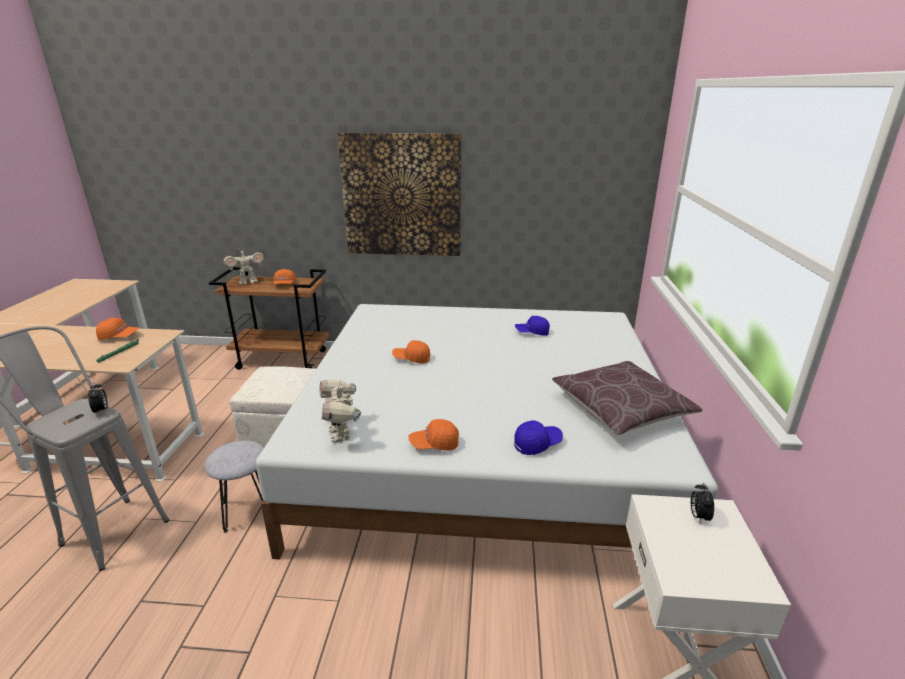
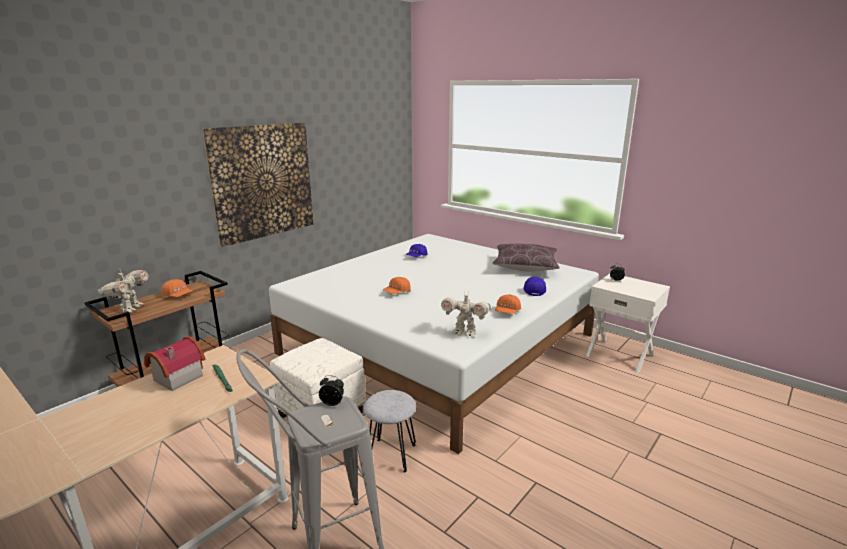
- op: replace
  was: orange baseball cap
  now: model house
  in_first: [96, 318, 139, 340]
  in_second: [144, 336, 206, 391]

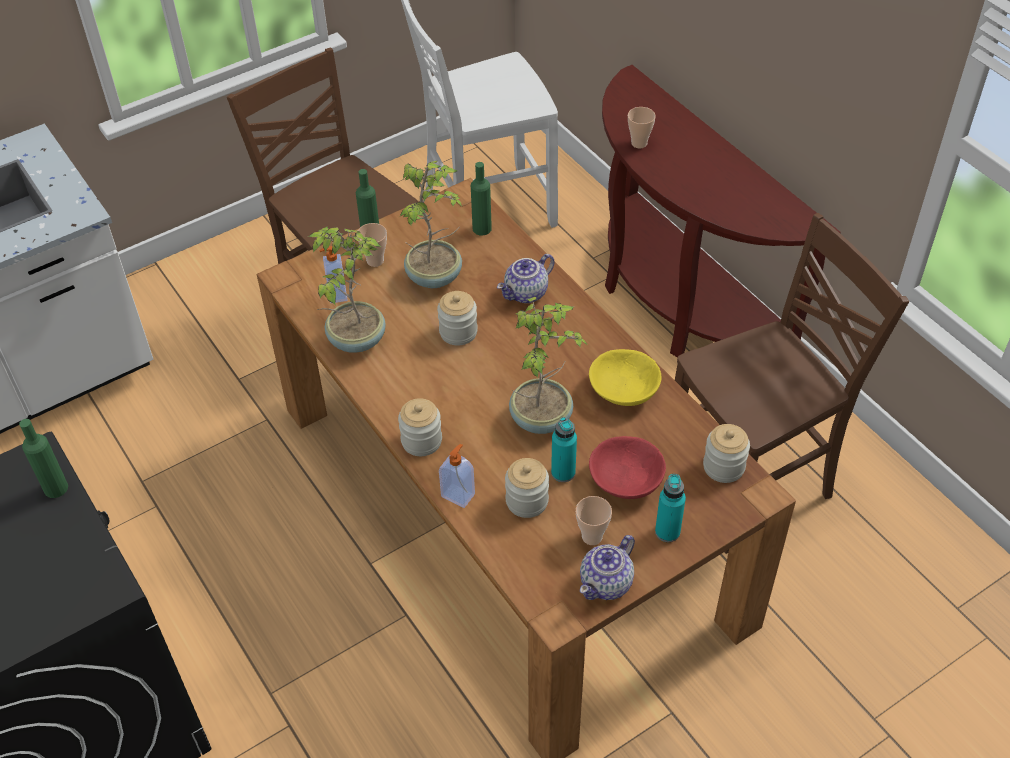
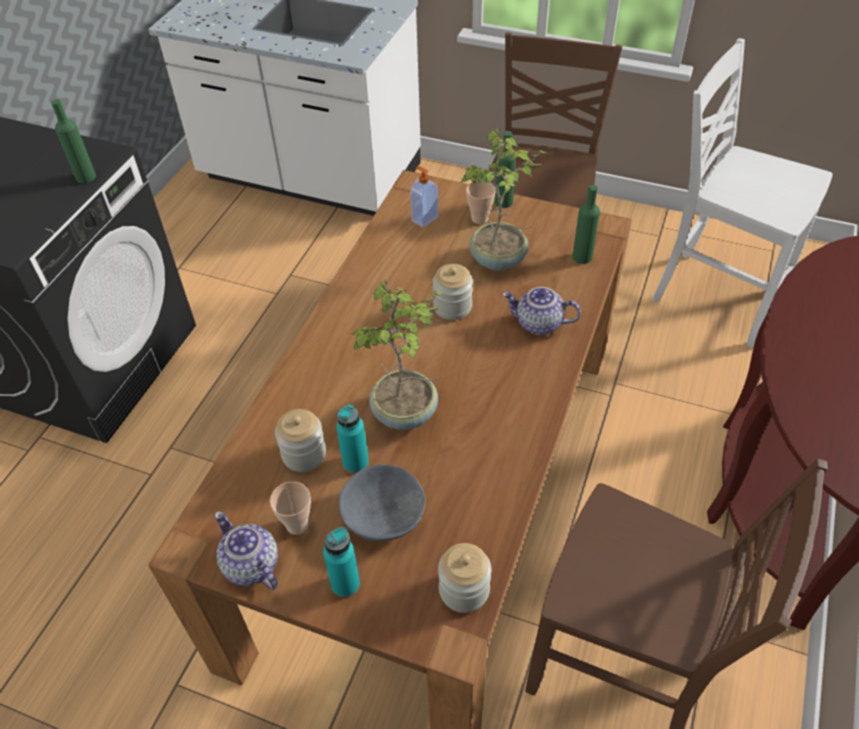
- op: rotate
  was: pot for tea
  in_first: [580, 535, 635, 600]
  in_second: [215, 511, 278, 590]
  clockwise: 45
- op: recolor
  was: red-coloured deep dish
  now: grey deep dish
  in_first: [589, 436, 666, 499]
  in_second: [339, 464, 426, 542]
- op: delete
  was: houseplant
  in_first: [308, 226, 386, 353]
- op: delete
  was: storage jar
  in_first: [398, 398, 442, 456]
- op: delete
  was: liquid soap bottle
  in_first: [439, 444, 475, 508]
- op: delete
  was: yellow deep dish
  in_first: [589, 349, 662, 406]
- op: delete
  was: small cup
  in_first: [628, 107, 656, 148]

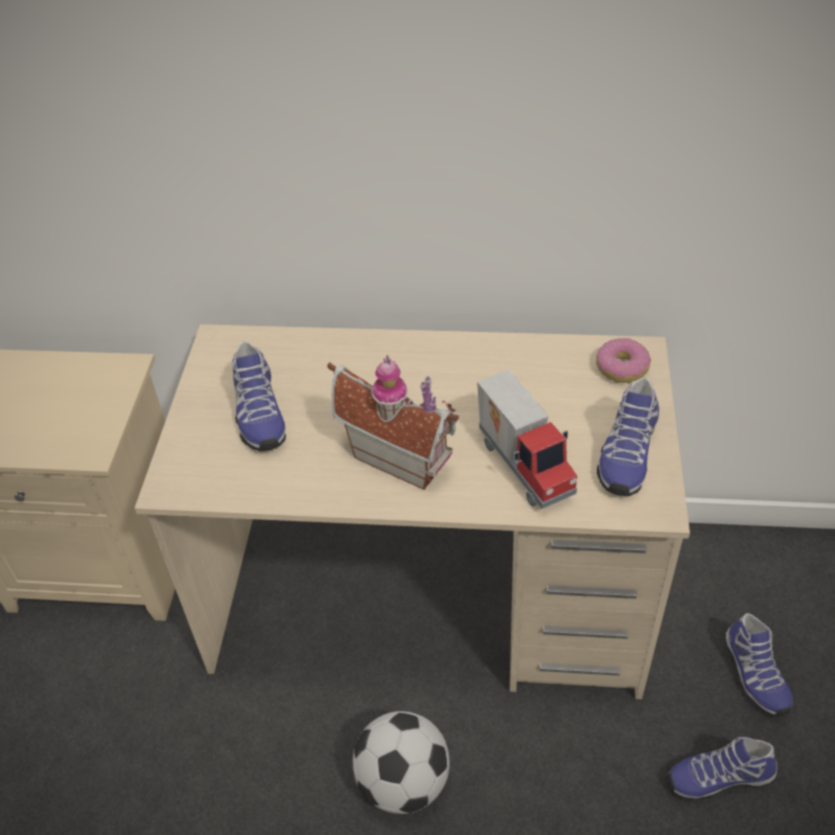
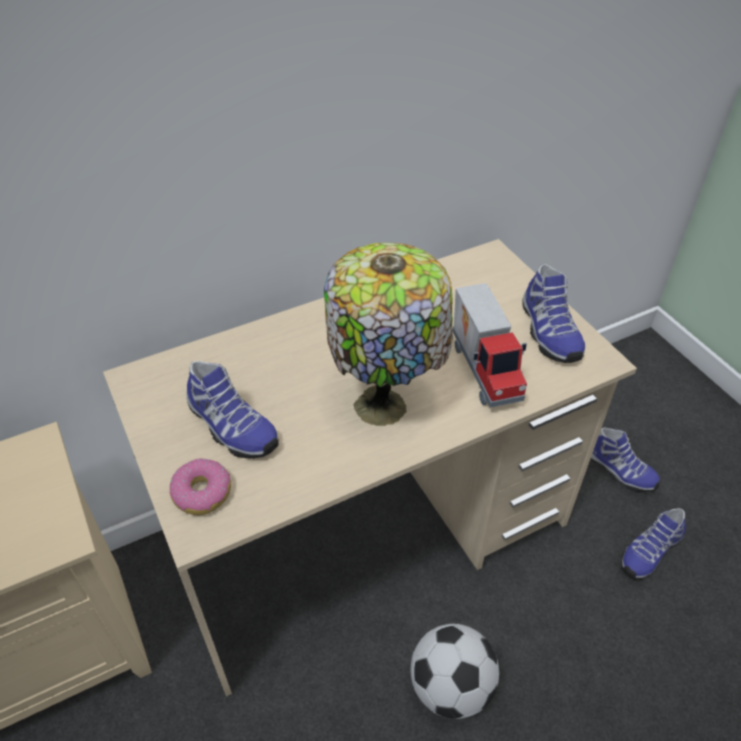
- op: move
  was: doughnut
  in_first: [596, 338, 651, 383]
  in_second: [170, 458, 231, 515]
- op: replace
  was: model house
  now: lamp for a table
  in_first: [327, 355, 459, 490]
  in_second: [324, 243, 453, 426]
- op: rotate
  was: toy lorry
  in_first: [477, 369, 577, 509]
  in_second: [453, 283, 527, 408]
  clockwise: 45

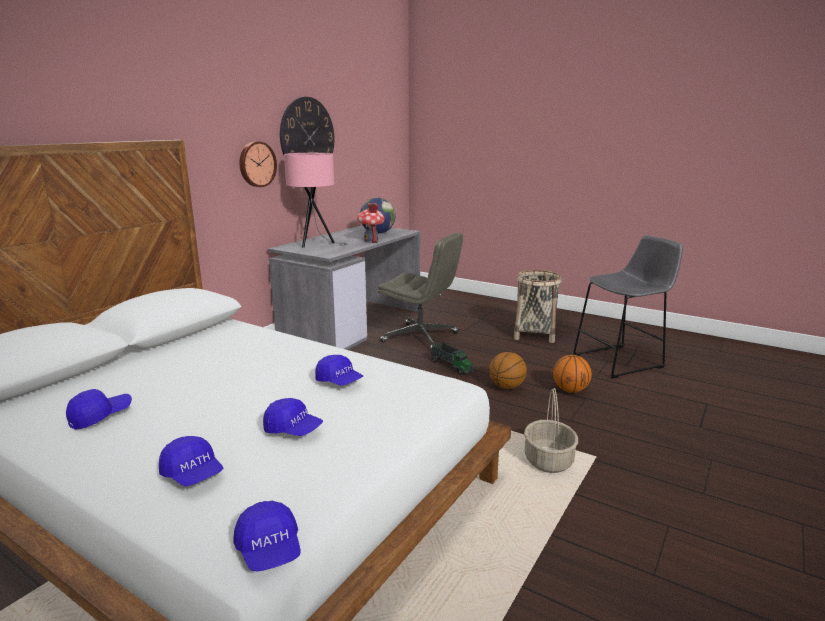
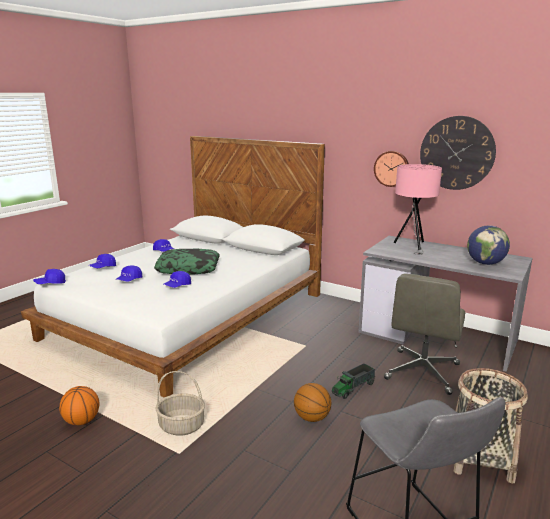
- op: move
  was: ball for basketball
  in_first: [553, 355, 592, 393]
  in_second: [59, 386, 100, 425]
- op: insert
  now: cushion
  in_second: [154, 249, 220, 274]
- op: delete
  was: model house
  in_first: [357, 203, 385, 243]

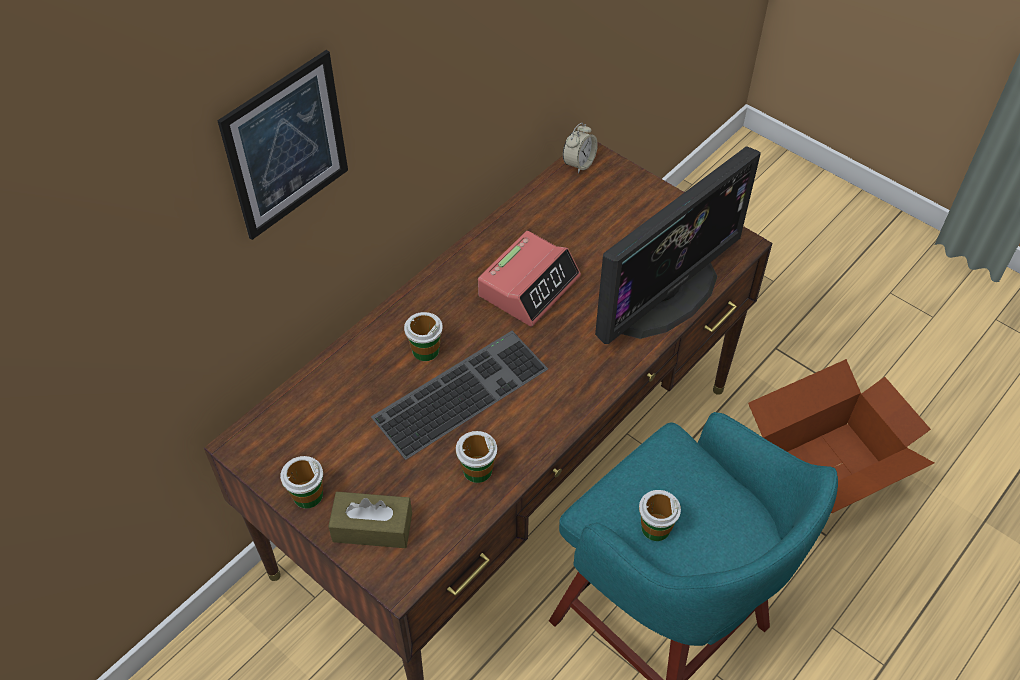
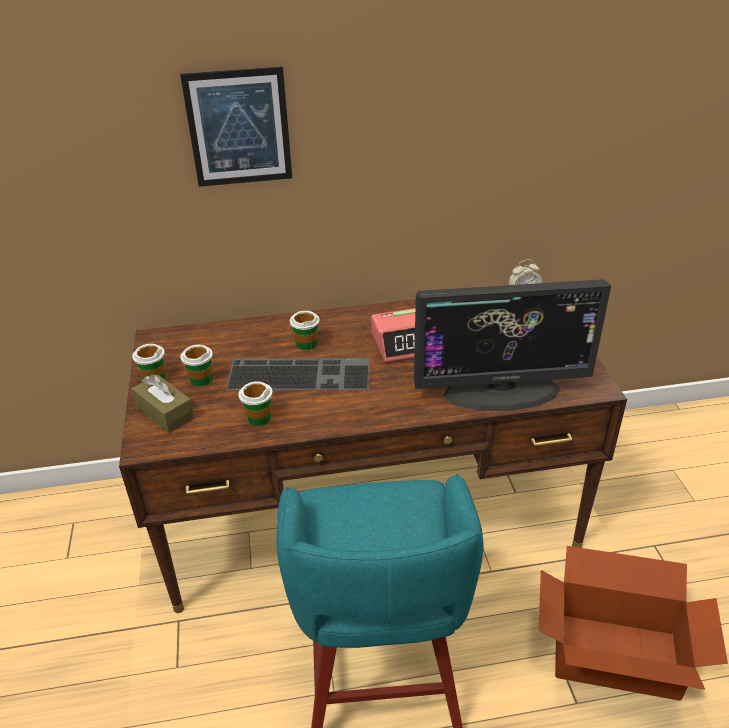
- op: move
  was: small cup
  in_first: [639, 490, 681, 541]
  in_second: [181, 345, 213, 387]

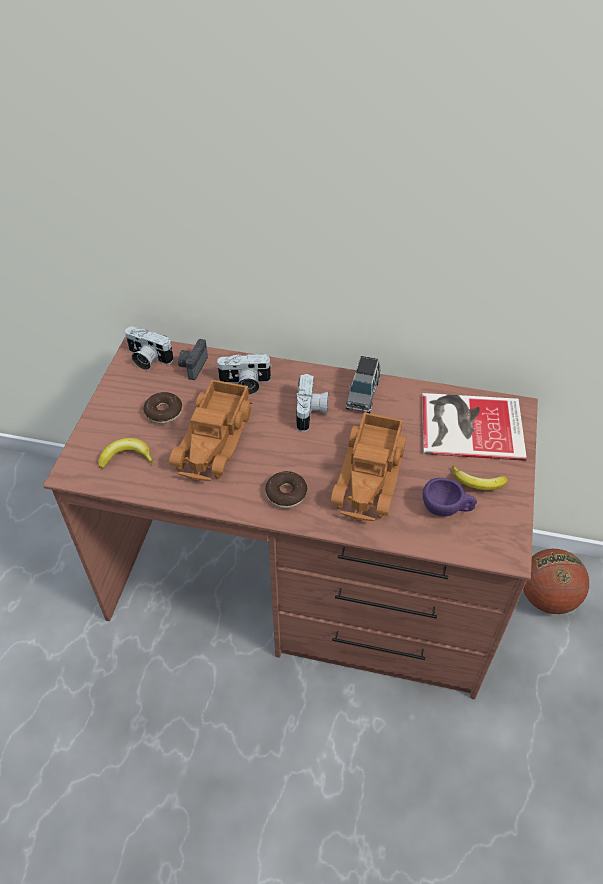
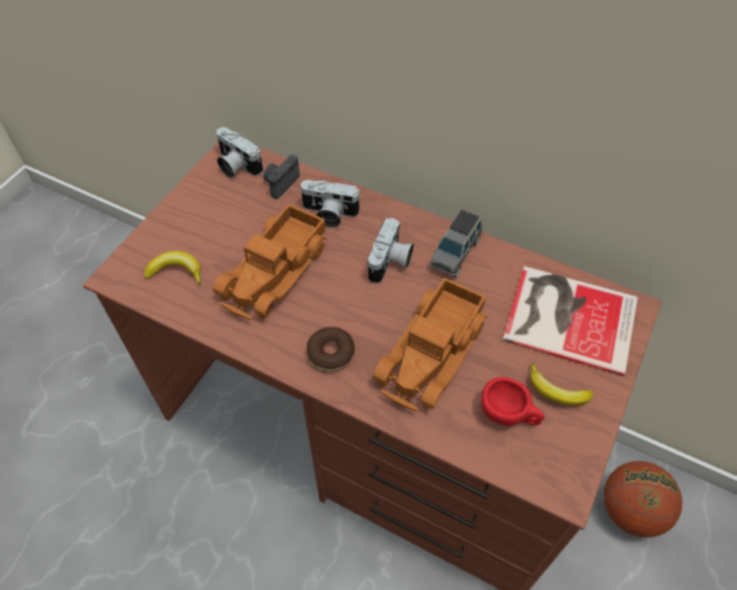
- op: recolor
  was: purple small cup
  now: red-coloured small cup
  in_first: [423, 478, 477, 516]
  in_second: [481, 377, 544, 426]
- op: delete
  was: doughnut
  in_first: [143, 392, 183, 424]

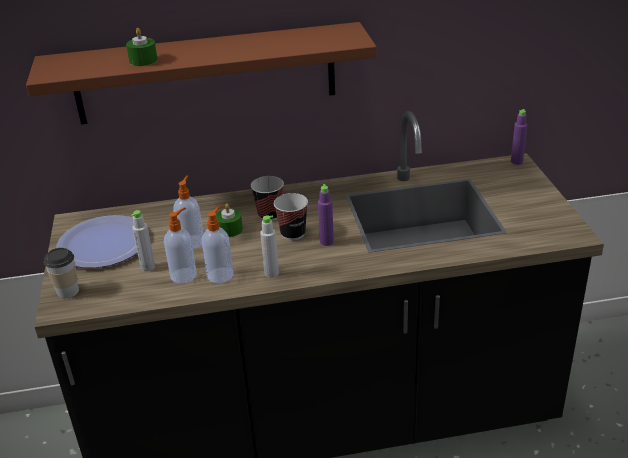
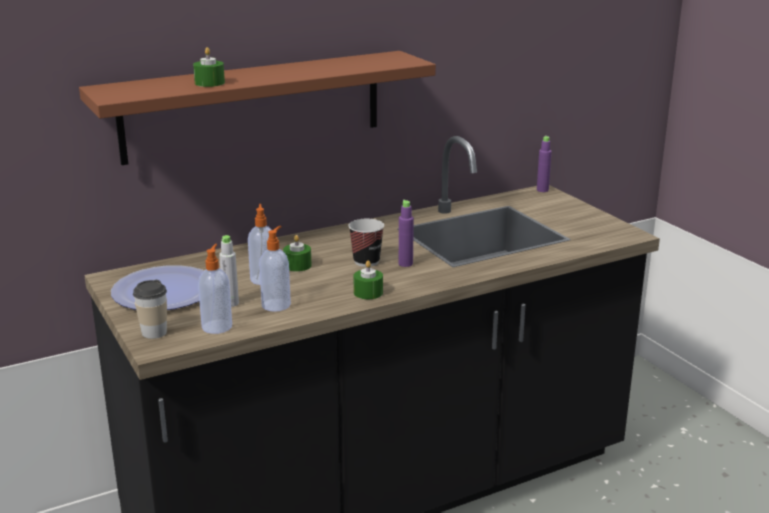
- op: move
  was: liquid soap bottle
  in_first: [202, 206, 234, 283]
  in_second: [198, 244, 232, 334]
- op: replace
  was: grey drink bottle
  now: greenish candle
  in_first: [260, 215, 279, 278]
  in_second: [354, 260, 383, 299]
- op: delete
  was: small cup
  in_first: [251, 176, 284, 221]

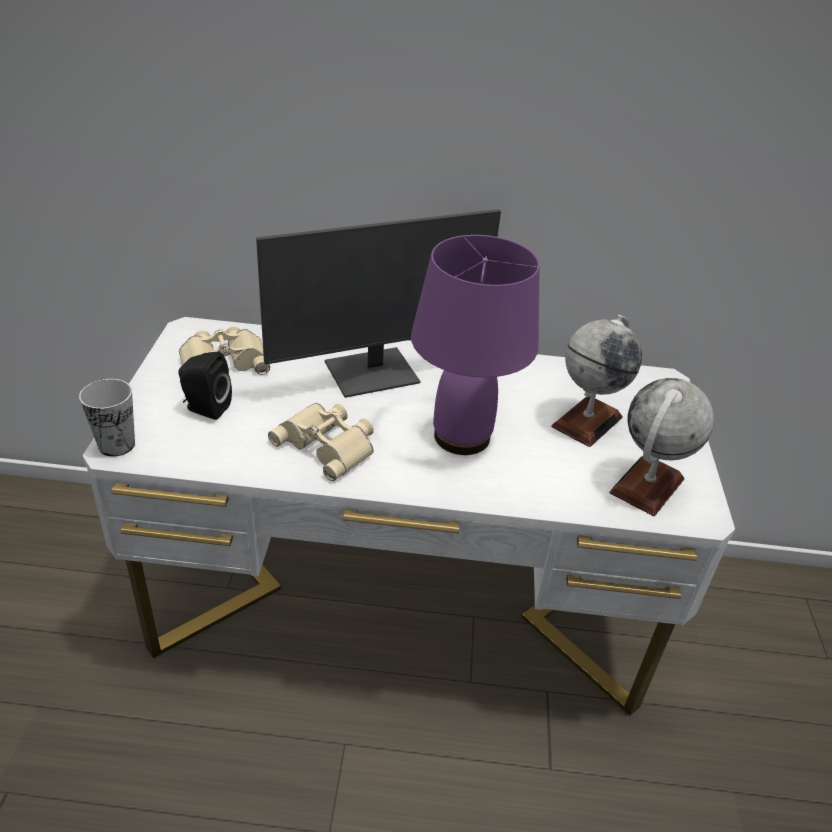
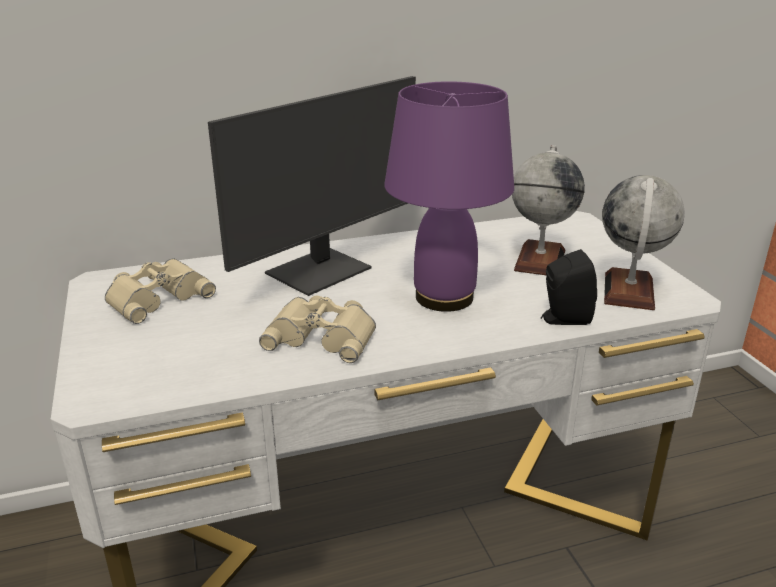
- op: move
  was: black-coloured speaker
  in_first: [178, 352, 232, 420]
  in_second: [541, 249, 597, 325]
- op: delete
  was: small cup
  in_first: [79, 379, 135, 457]

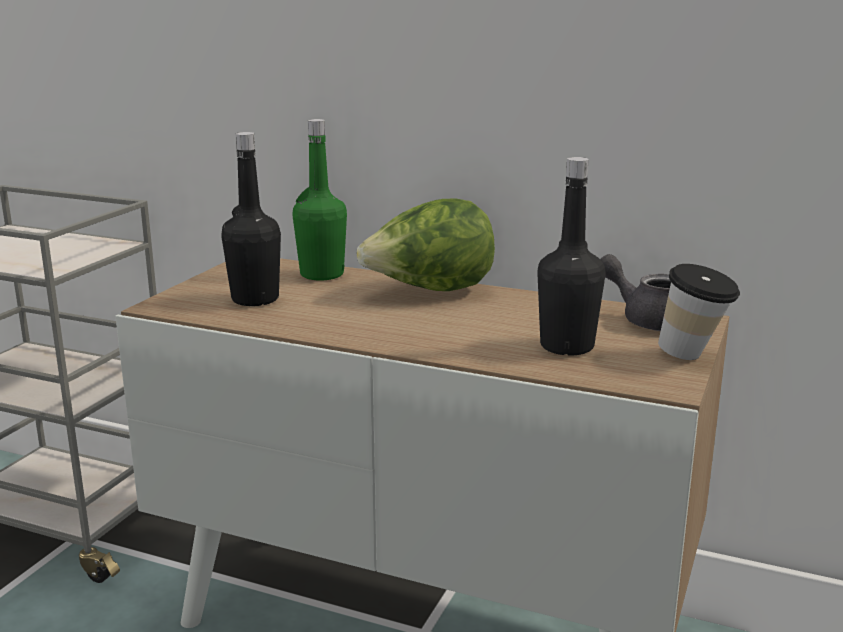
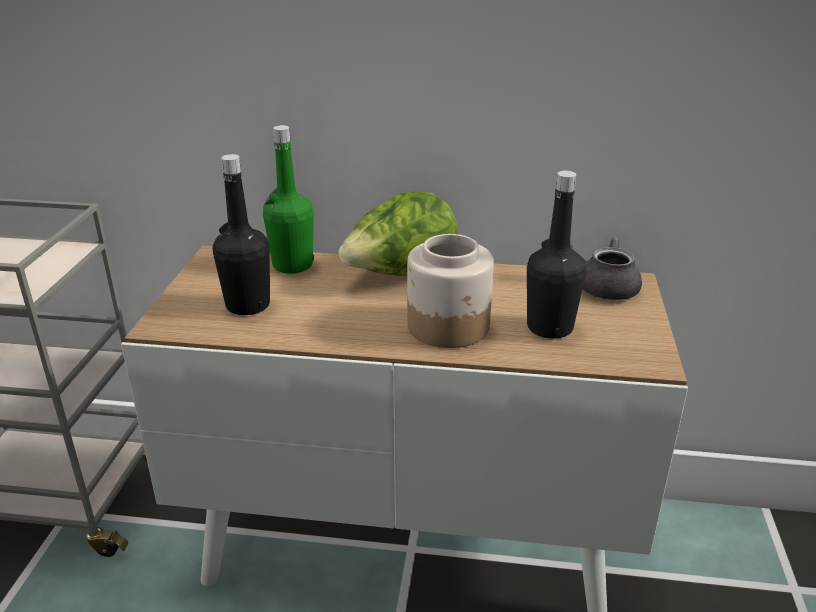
- op: insert
  now: storage jar
  in_second: [407, 234, 494, 348]
- op: delete
  was: small cup
  in_first: [658, 264, 740, 360]

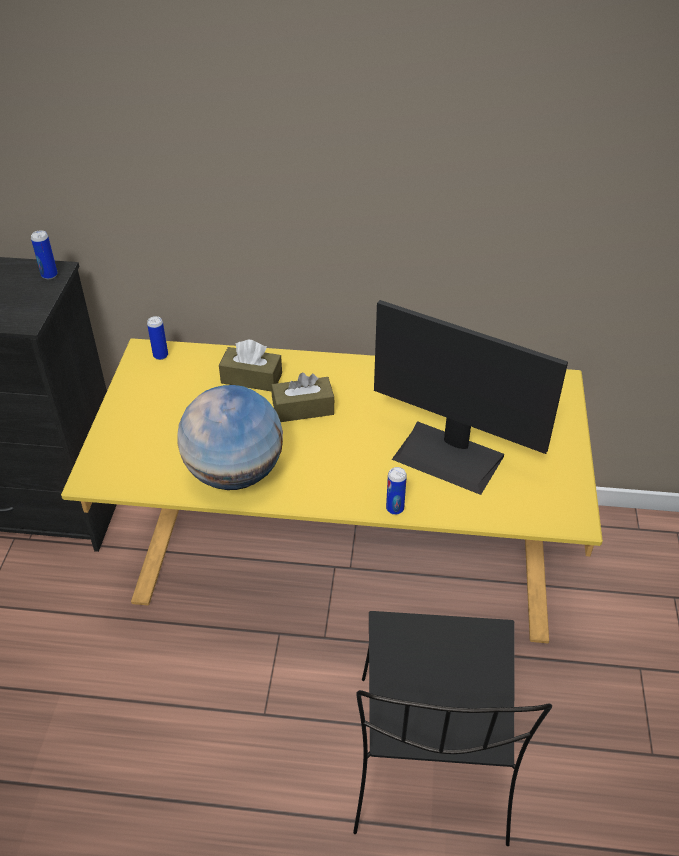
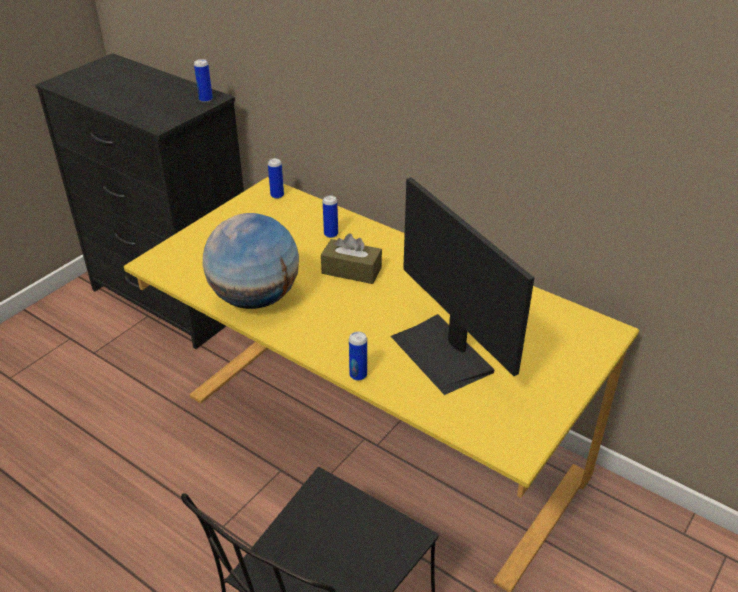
- op: replace
  was: brown-coloured tissue holder
  now: metal can
  in_first: [219, 340, 282, 392]
  in_second: [323, 195, 338, 238]

